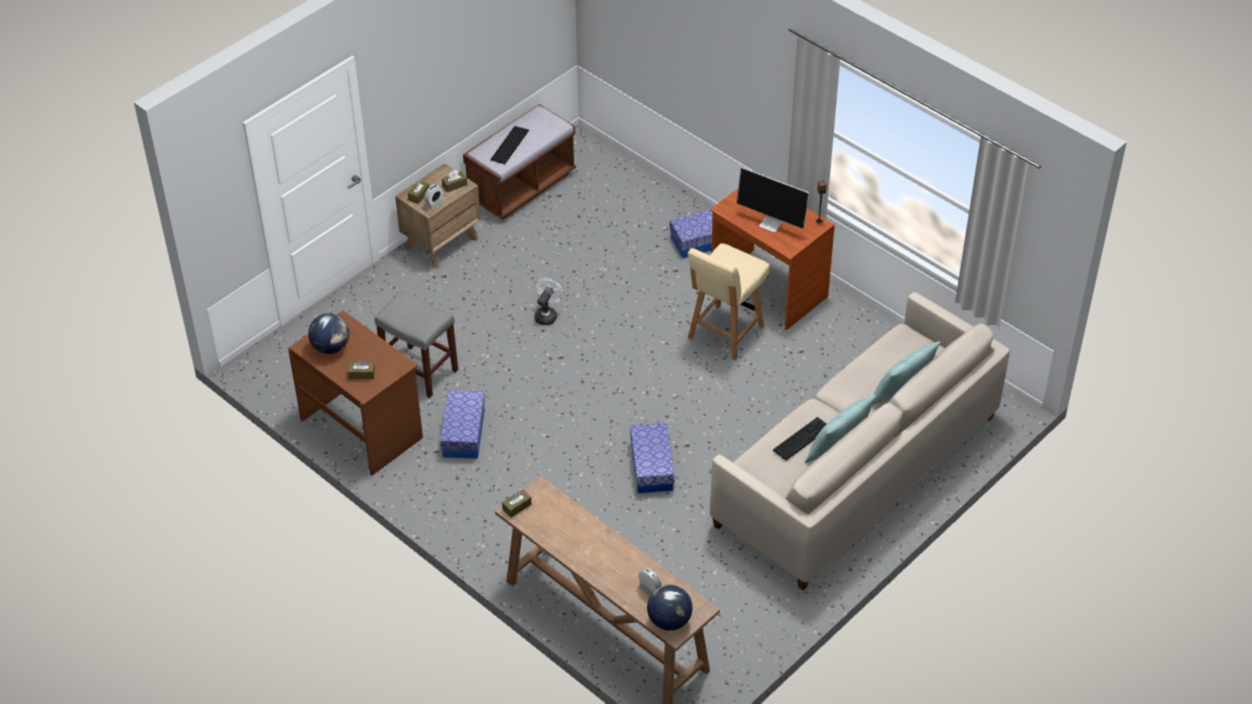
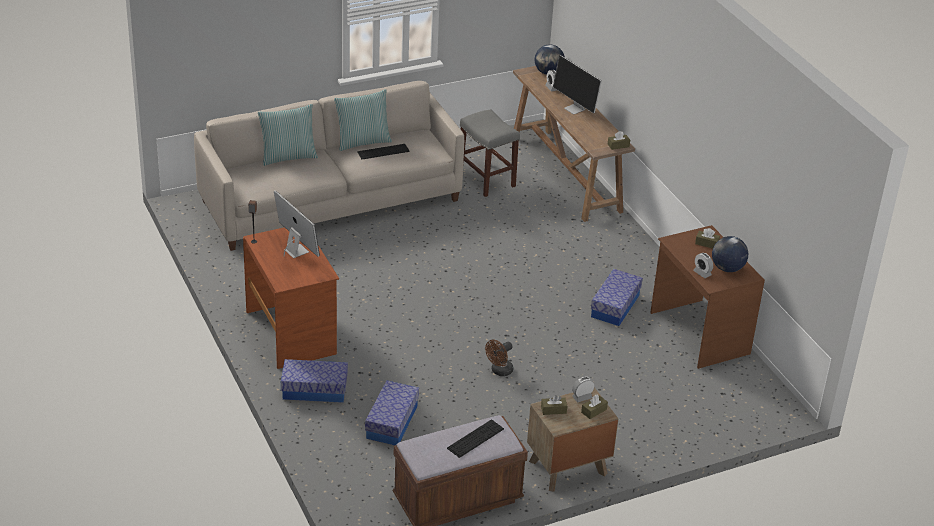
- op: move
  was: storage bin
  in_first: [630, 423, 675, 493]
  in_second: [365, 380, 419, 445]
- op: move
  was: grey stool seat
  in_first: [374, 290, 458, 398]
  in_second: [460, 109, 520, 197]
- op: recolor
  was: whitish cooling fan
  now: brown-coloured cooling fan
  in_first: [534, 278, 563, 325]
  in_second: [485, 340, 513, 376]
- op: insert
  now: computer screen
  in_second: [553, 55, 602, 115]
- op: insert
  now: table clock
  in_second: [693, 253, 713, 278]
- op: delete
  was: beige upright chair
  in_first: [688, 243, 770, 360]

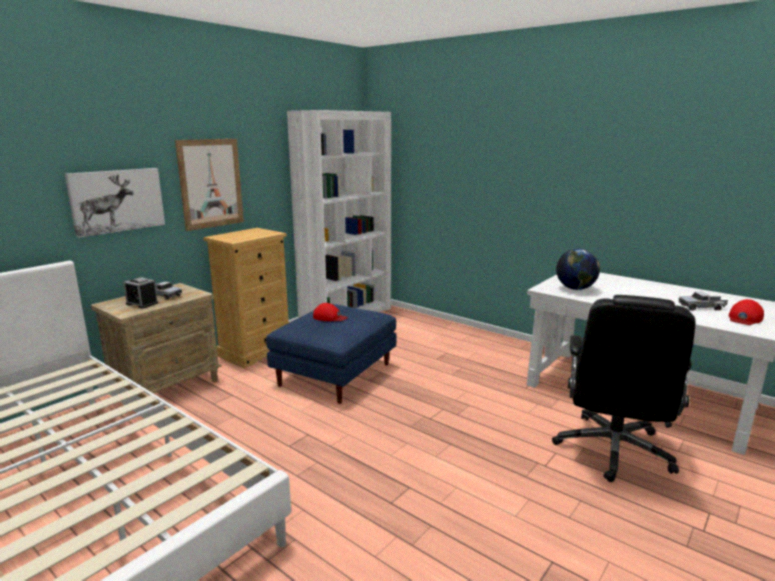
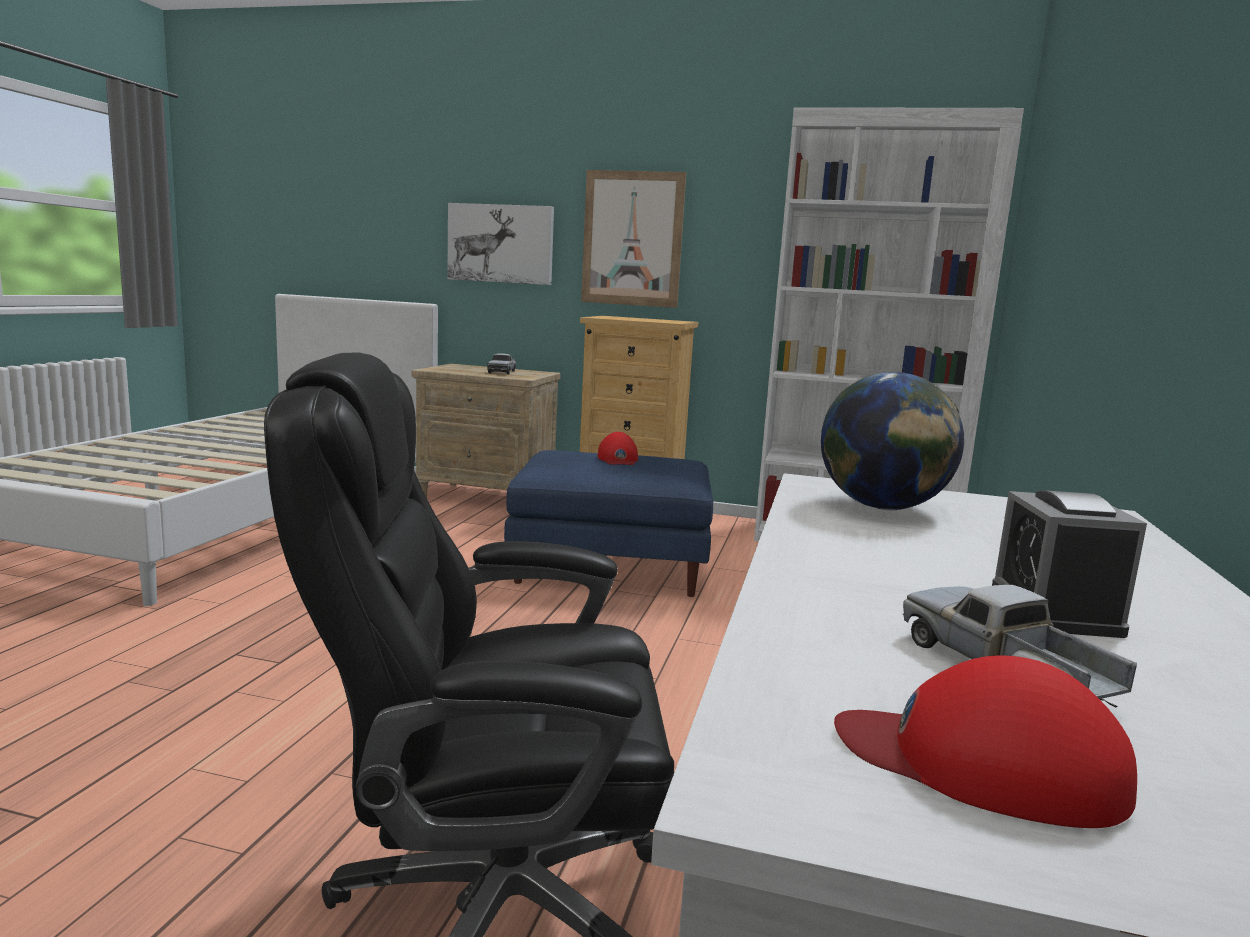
- op: move
  was: table clock
  in_first: [123, 277, 158, 309]
  in_second: [992, 490, 1147, 638]

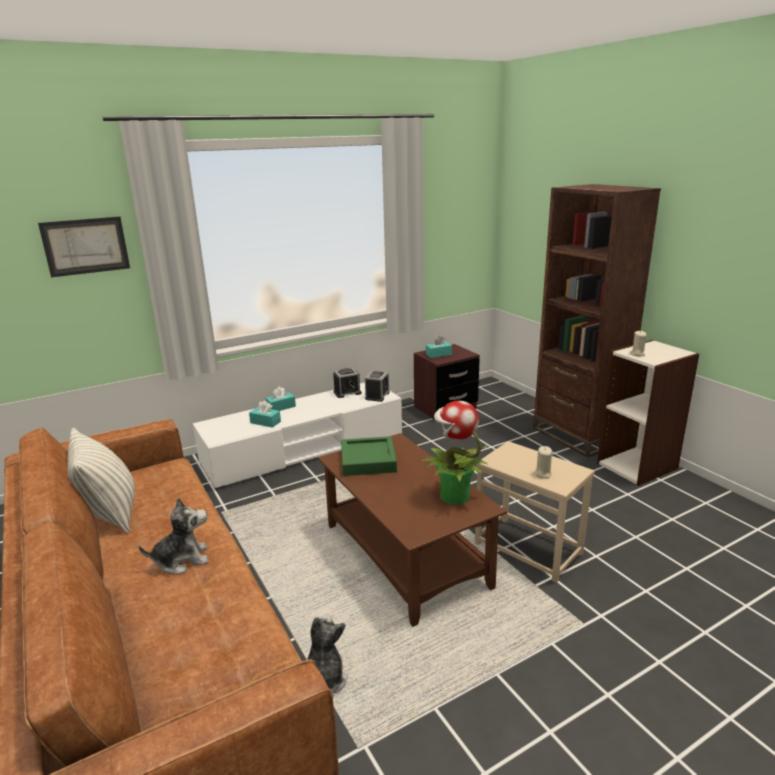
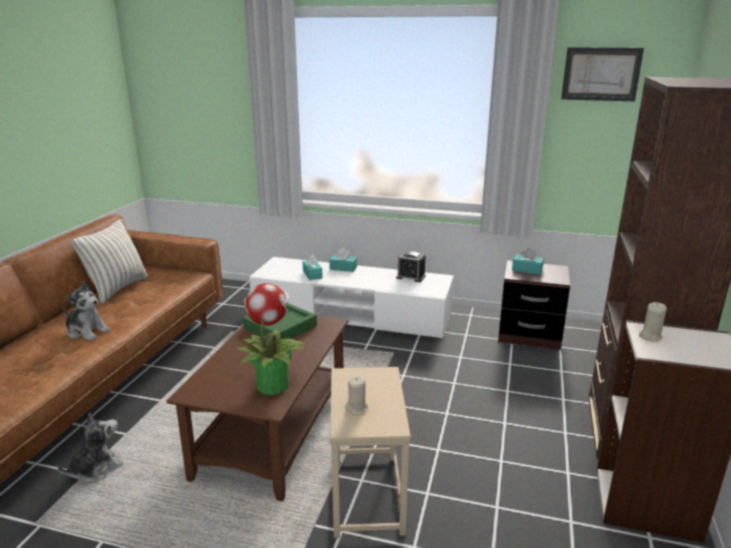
- op: move
  was: wall picture
  in_first: [38, 216, 130, 277]
  in_second: [561, 47, 644, 101]
- op: delete
  was: table clock
  in_first: [365, 371, 390, 402]

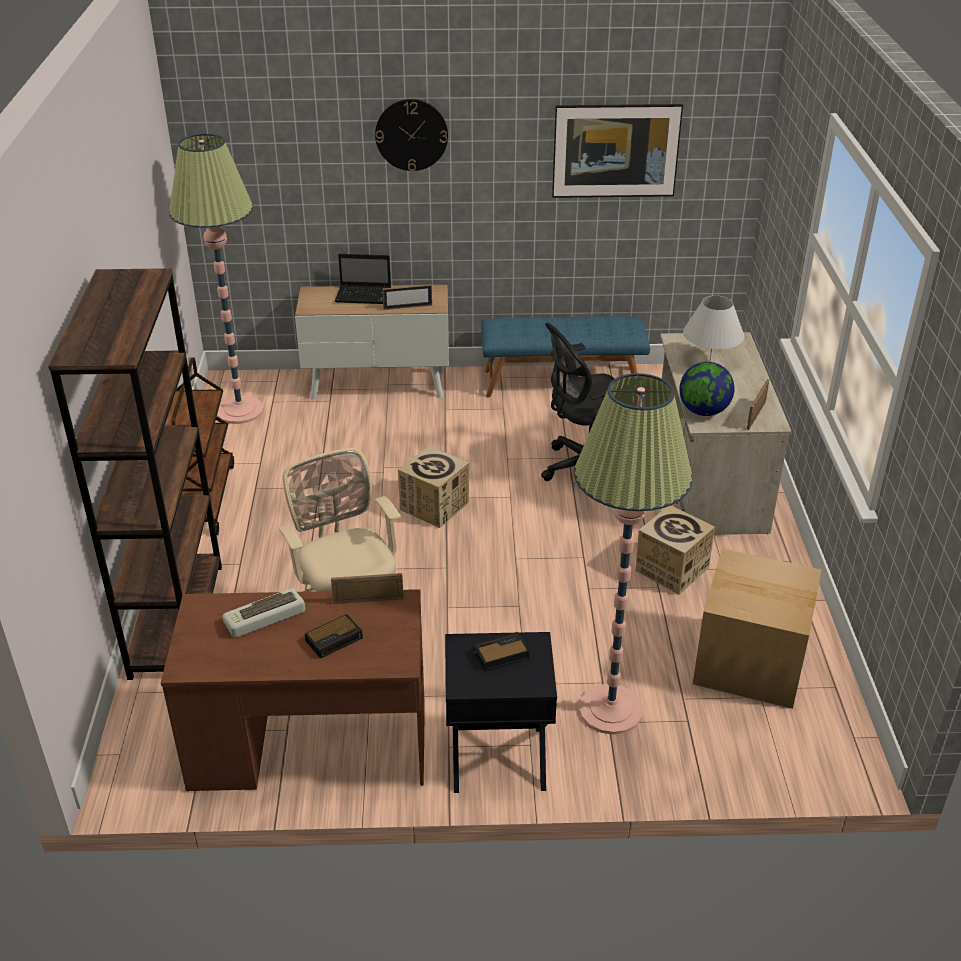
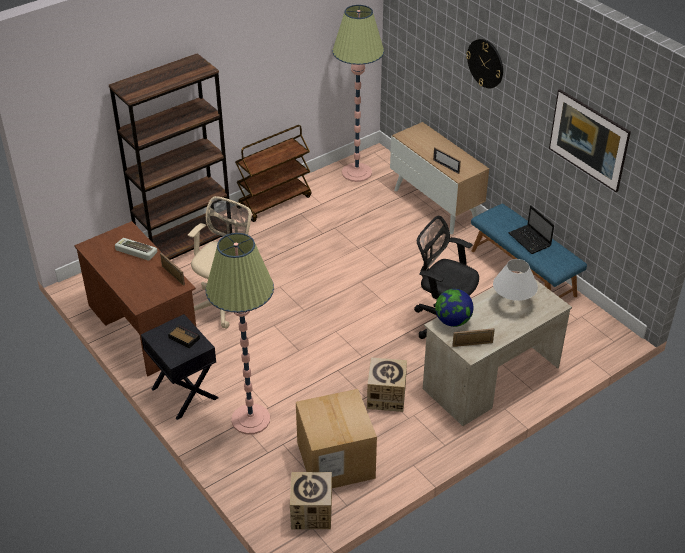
- op: move
  was: carton
  in_first: [398, 446, 469, 528]
  in_second: [290, 472, 332, 530]
- op: move
  was: portable computer
  in_first: [335, 254, 391, 304]
  in_second: [508, 205, 554, 254]
- op: delete
  was: table clock
  in_first: [305, 614, 363, 659]

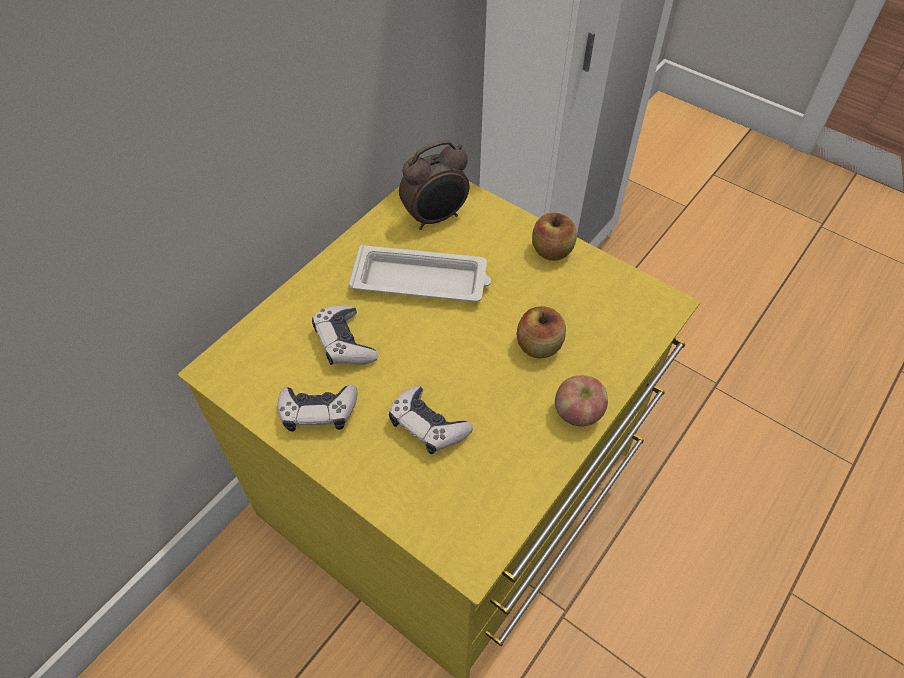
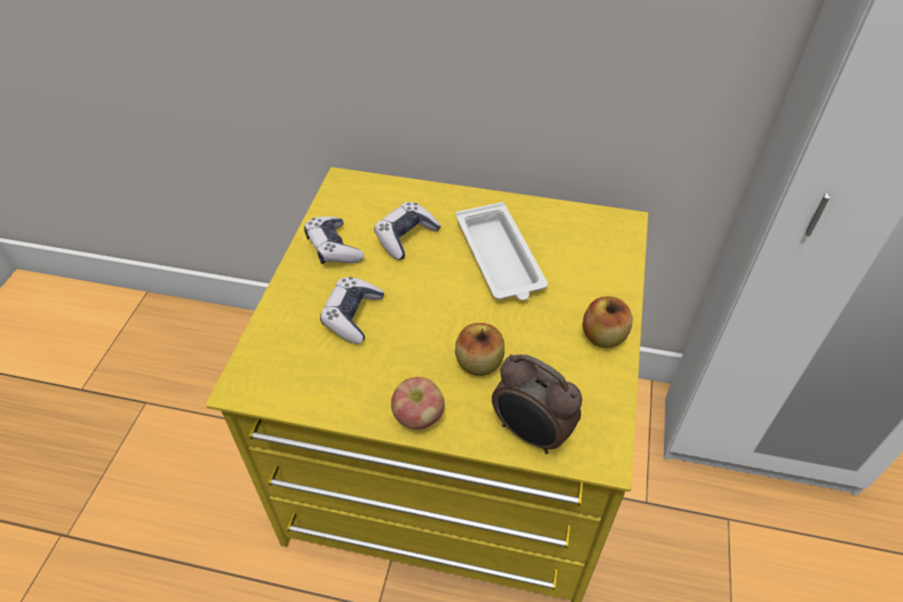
- op: move
  was: table clock
  in_first: [399, 140, 469, 230]
  in_second: [492, 355, 582, 454]

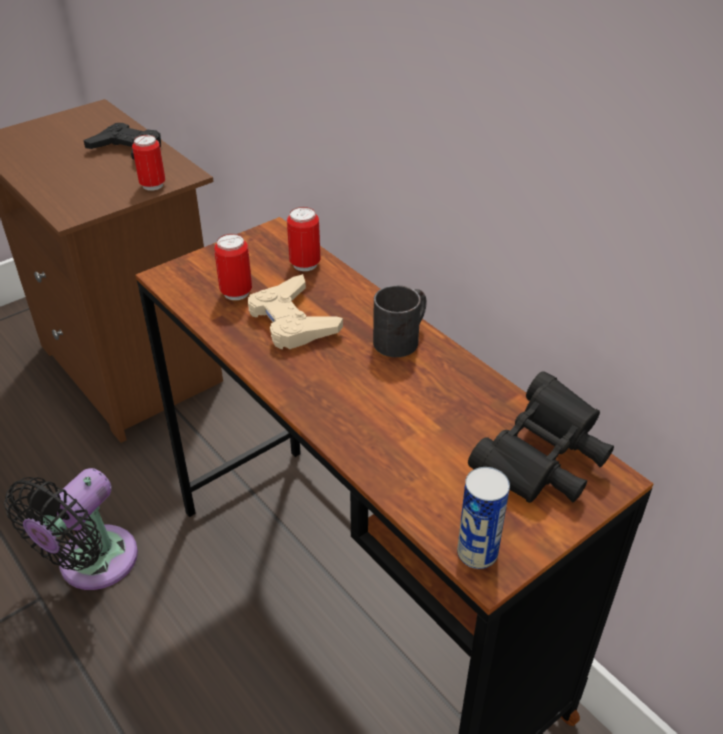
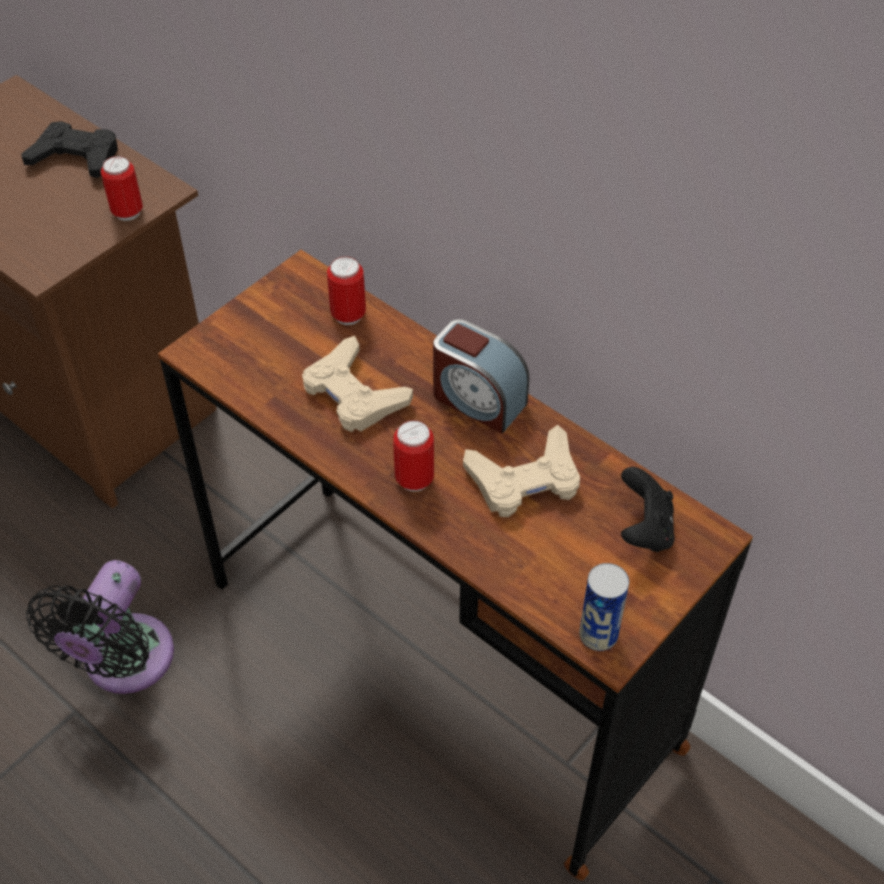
- op: move
  was: metal can
  in_first: [214, 234, 252, 300]
  in_second: [393, 420, 434, 492]
- op: replace
  was: black-coloured tea mug
  now: table clock
  in_first: [373, 285, 426, 357]
  in_second: [433, 319, 529, 433]
- op: insert
  now: beige game controller
  in_second: [463, 425, 580, 517]
- op: replace
  was: black-coloured pair of binoculars
  now: black-coloured game controller
  in_first: [468, 371, 614, 503]
  in_second: [621, 467, 674, 552]

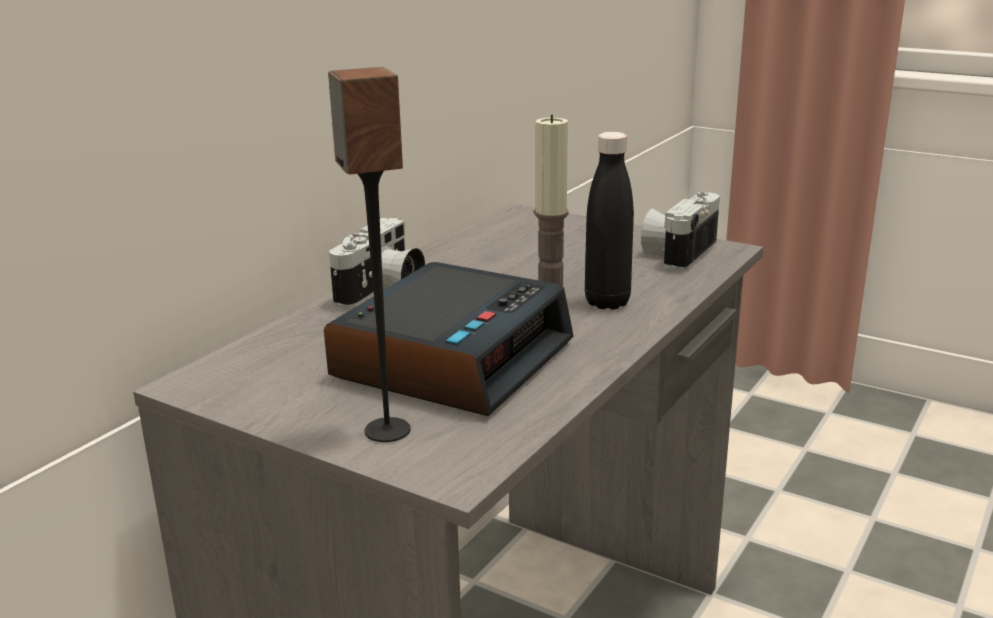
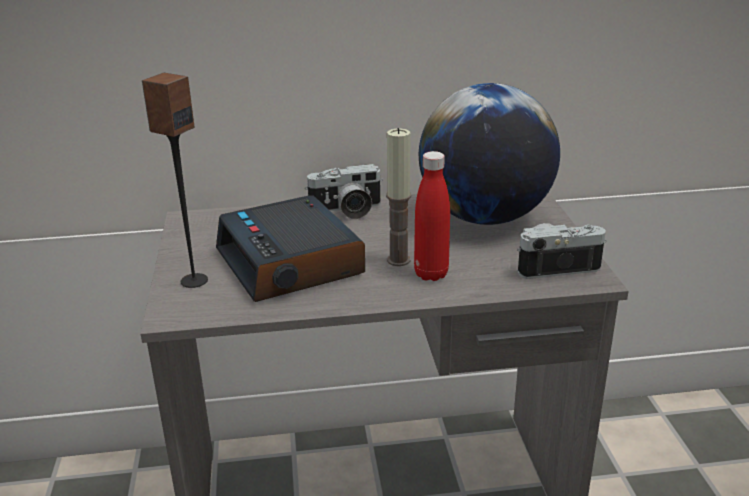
- op: rotate
  was: table clock
  in_first: [324, 262, 574, 416]
  in_second: [216, 195, 365, 302]
  clockwise: 75
- op: recolor
  was: black-coloured drink bottle
  now: red-coloured drink bottle
  in_first: [585, 132, 634, 309]
  in_second: [414, 151, 450, 281]
- op: insert
  now: desk globe
  in_second: [419, 83, 560, 225]

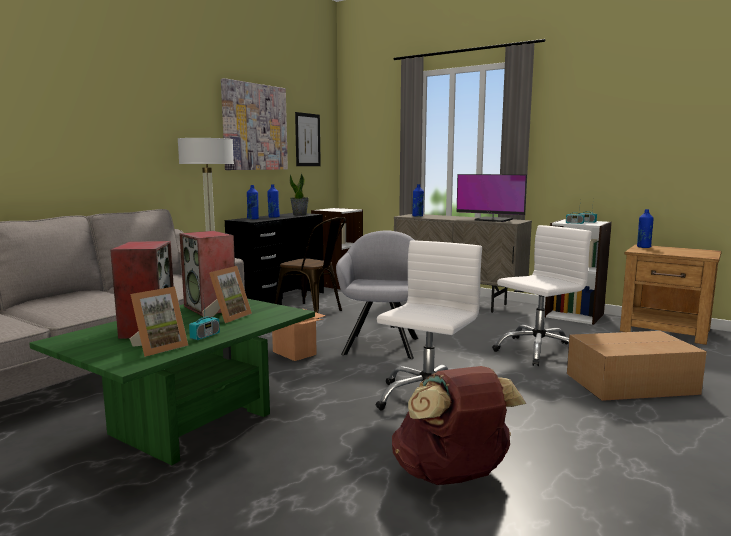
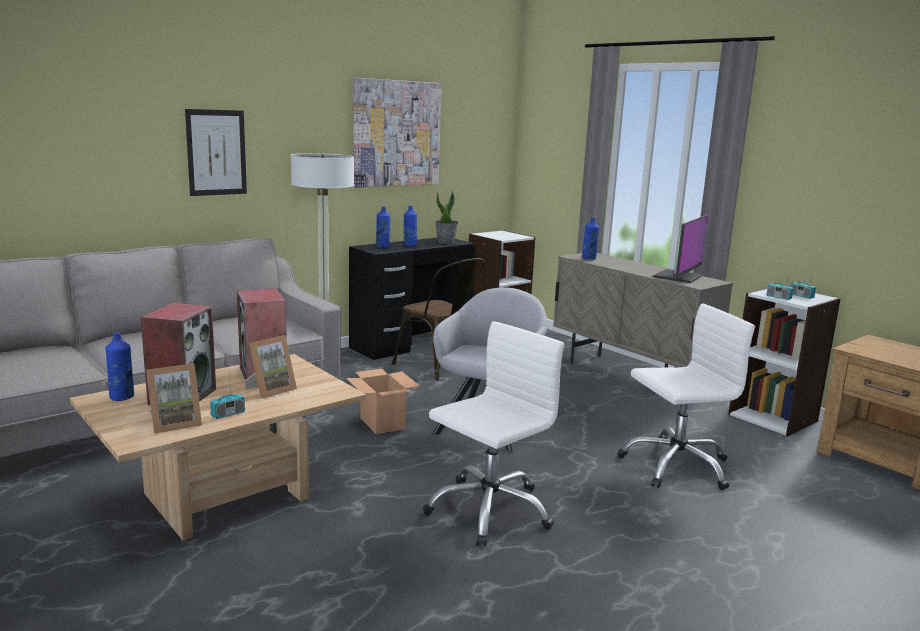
- op: recolor
  was: greenish low table
  now: beige low table
  in_first: [29, 299, 315, 465]
  in_second: [70, 354, 366, 540]
- op: move
  was: blue-coloured drink bottle
  in_first: [637, 209, 653, 248]
  in_second: [105, 332, 134, 401]
- op: move
  was: wall picture
  in_first: [295, 112, 321, 166]
  in_second: [185, 109, 247, 196]
- op: rotate
  was: computer screen
  in_first: [457, 174, 527, 222]
  in_second: [653, 215, 708, 283]
  clockwise: -105
- op: delete
  was: brown-coloured rucksack
  in_first: [392, 366, 526, 485]
- op: delete
  was: carton
  in_first: [567, 331, 707, 401]

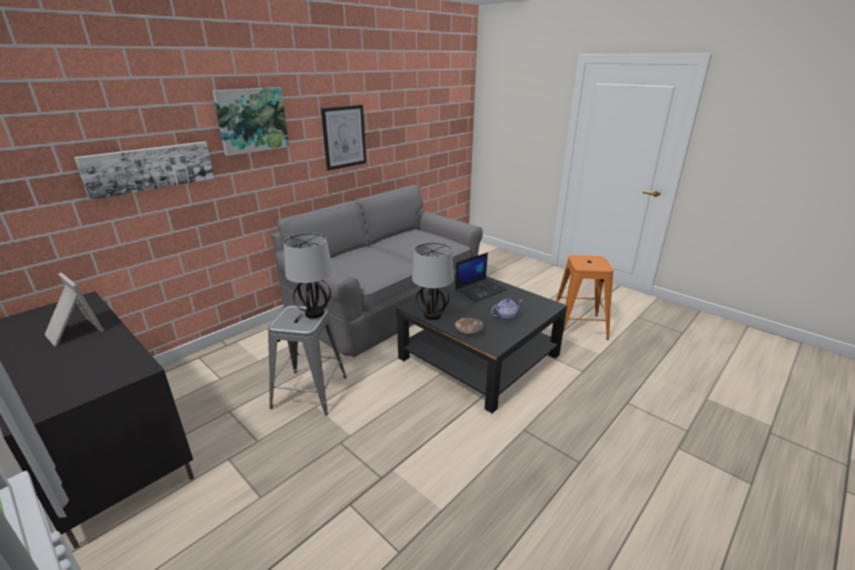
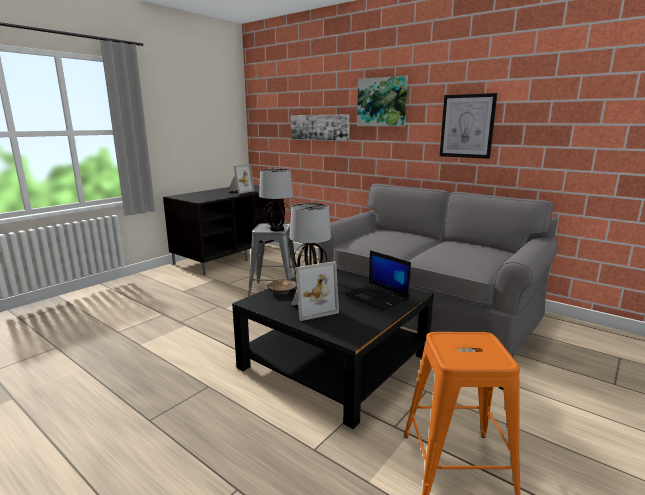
- op: replace
  was: pot for tea
  now: picture frame
  in_first: [491, 299, 523, 321]
  in_second: [291, 261, 339, 321]

